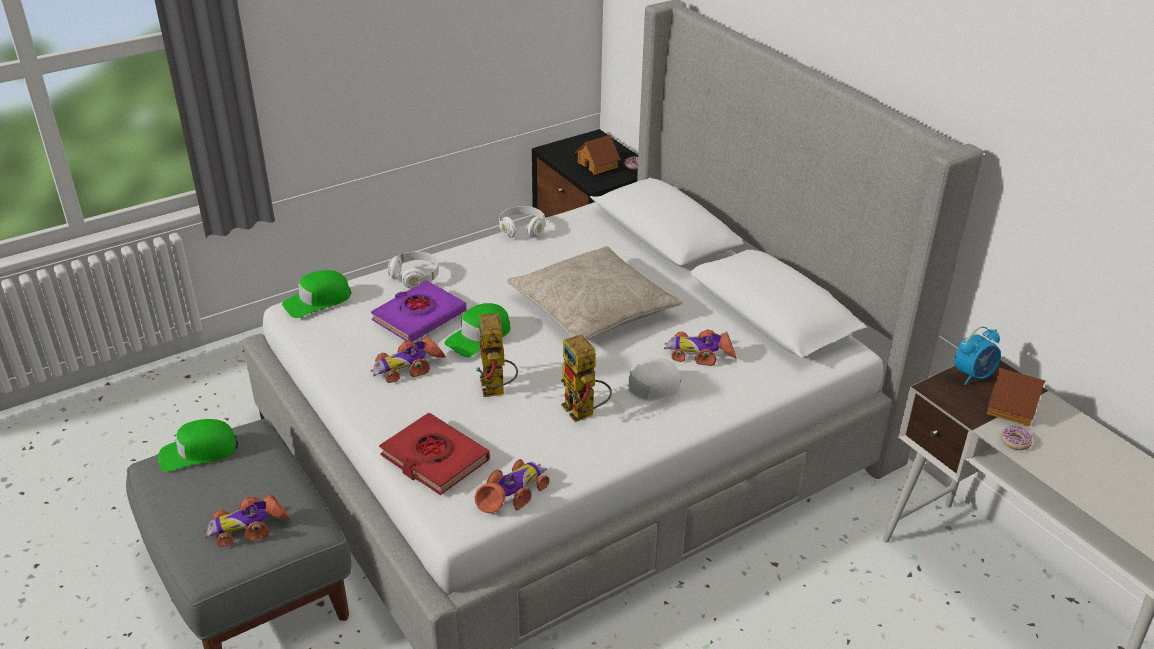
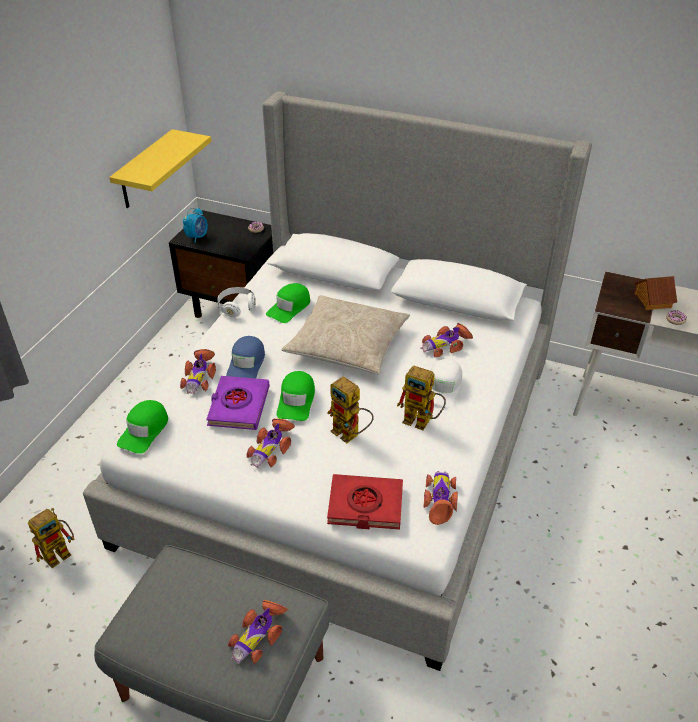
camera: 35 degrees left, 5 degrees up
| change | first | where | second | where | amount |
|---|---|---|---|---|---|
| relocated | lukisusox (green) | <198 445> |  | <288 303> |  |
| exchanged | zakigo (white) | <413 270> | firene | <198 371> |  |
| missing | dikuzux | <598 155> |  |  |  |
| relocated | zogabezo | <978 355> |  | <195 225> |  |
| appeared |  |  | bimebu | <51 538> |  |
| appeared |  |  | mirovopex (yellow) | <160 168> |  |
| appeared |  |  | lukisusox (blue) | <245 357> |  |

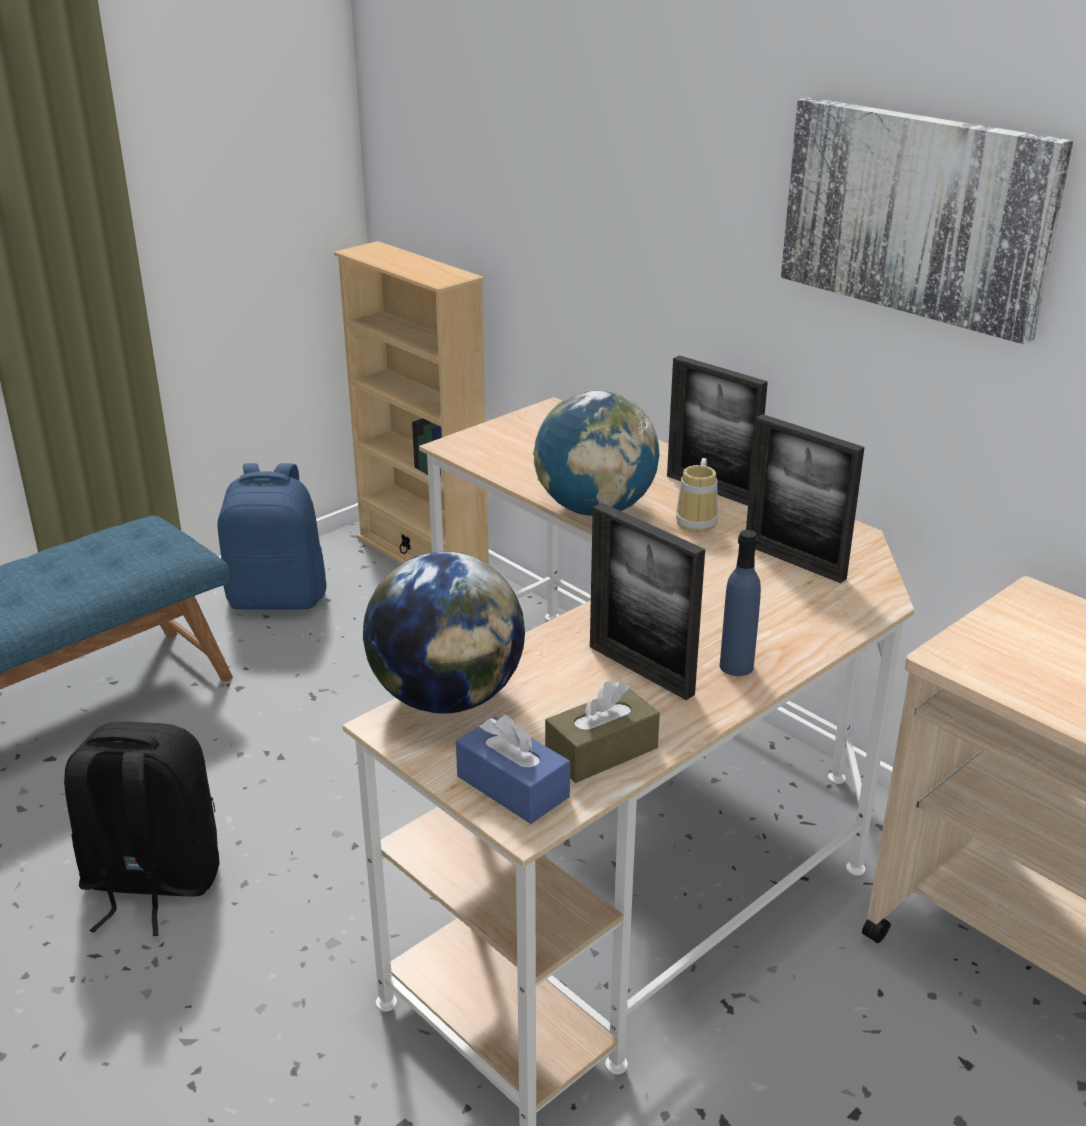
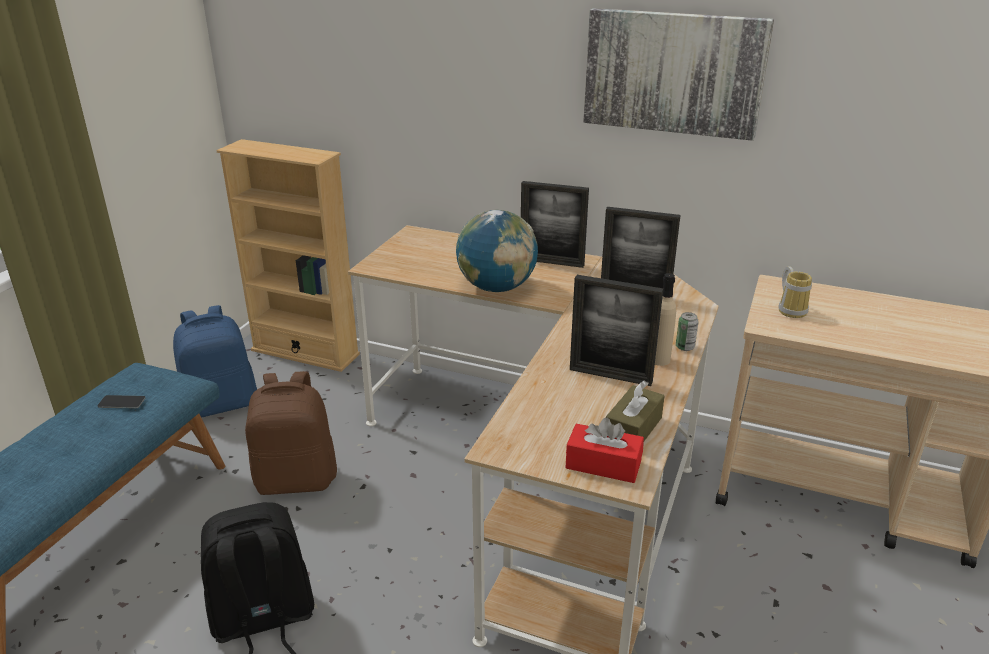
camera: 25 degrees left, 0 degrees up
| change | first | where | second | where | amount |
|---|---|---|---|---|---|
| missing | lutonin | <444 633> |  |  |  |
| colour | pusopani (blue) | <513 769> | pusopani (red) | <604 450> |  |
| relocated | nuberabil | <697 495> |  | <795 292> |  |
| colour | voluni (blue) | <740 603> | voluni (beige) | <665 319> |  |
| appeared |  |  | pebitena | <121 401> |  |
| appeared |  |  | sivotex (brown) | <291 433> |  |
| appeared |  |  | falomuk | <687 331> |  |

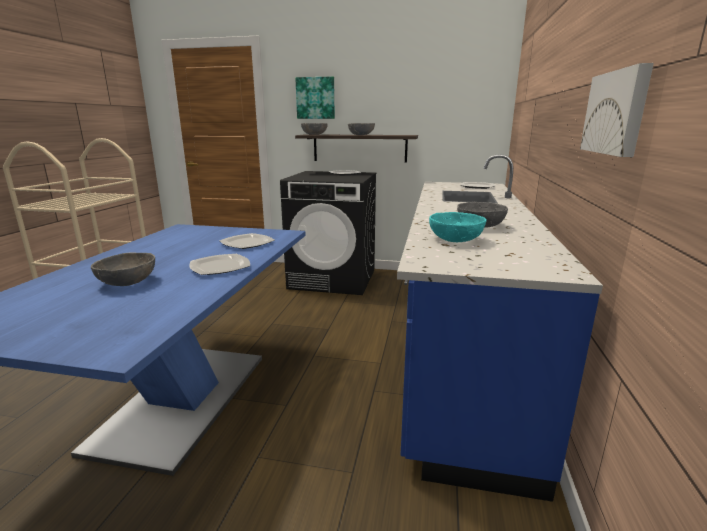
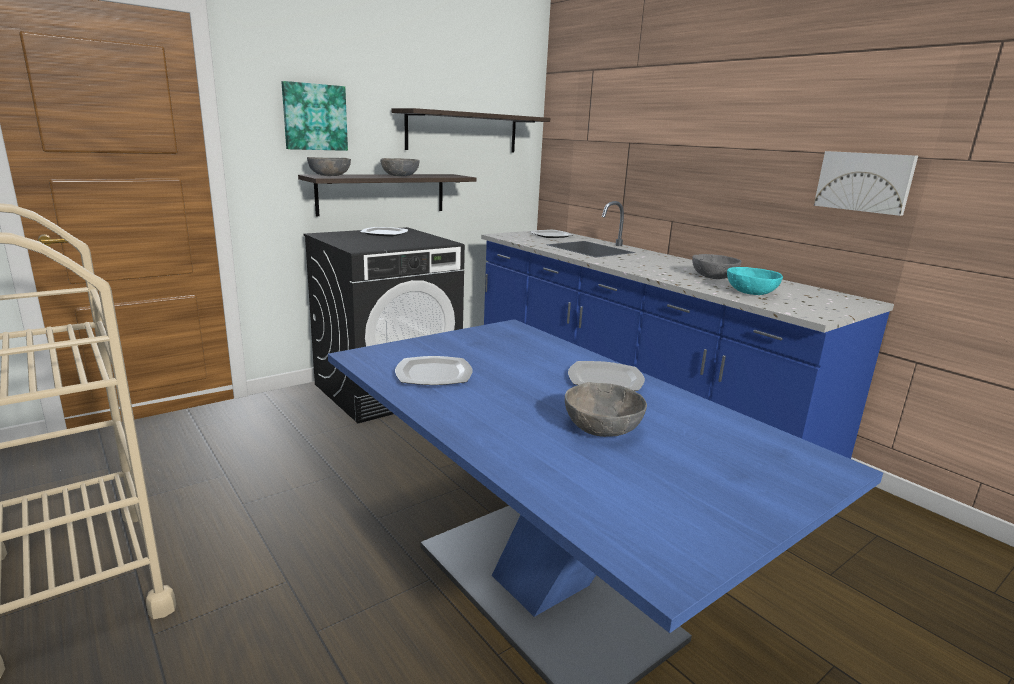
camera: 50 degrees left, 0 degrees up
| change | first | where | second | where | amount |
|---|---|---|---|---|---|
| relocated | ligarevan | <247 241> |  | <434 370> |  |
| appeared |  |  | mirovopex | <470 130> |  |

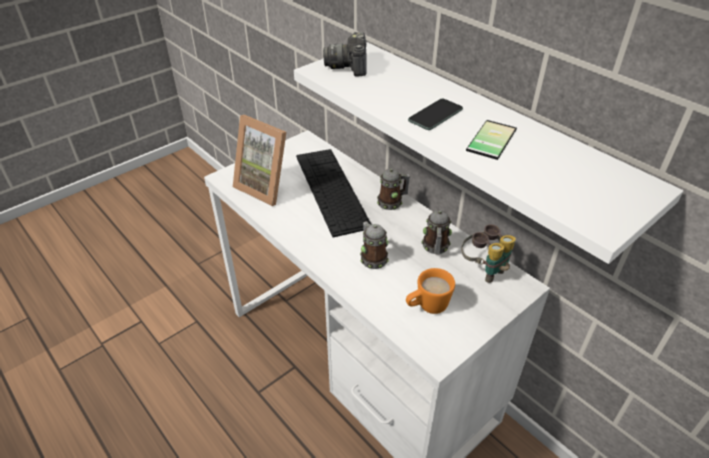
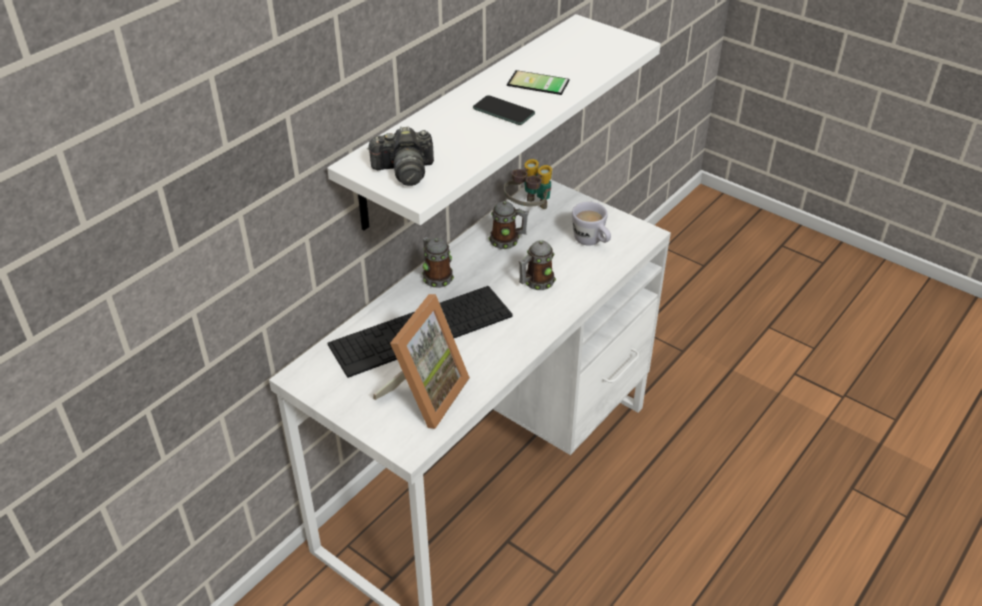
camera: 100 degrees left, 0 degrees up
| change | first | where | second | where | amount |
|---|---|---|---|---|---|
| colour | nuberabil (orange) | <430 291> | nuberabil (white) | <591 224> |  |

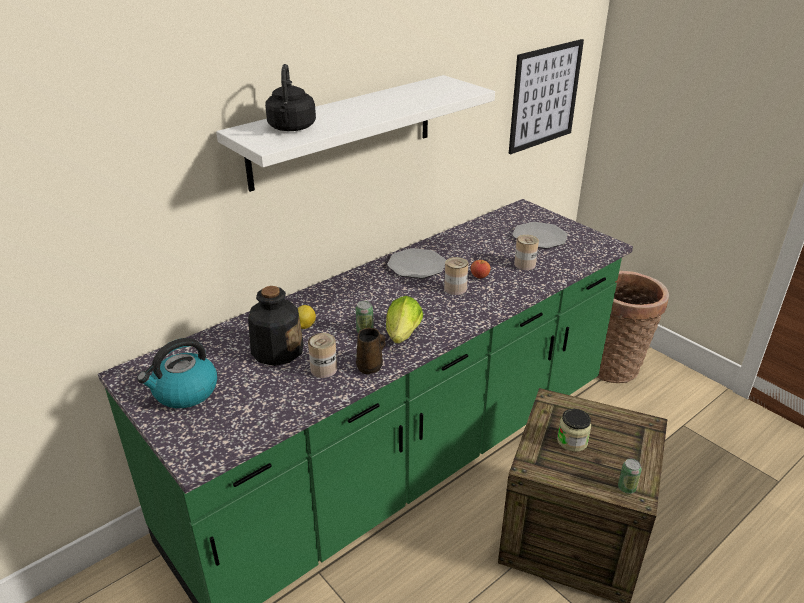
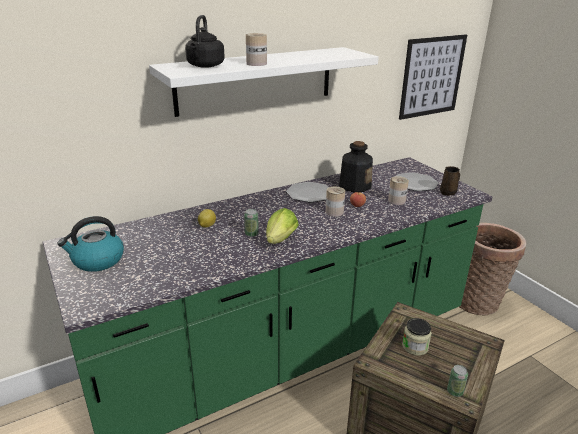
camera: 10 degrees right, 5 degrees down
| change | first | where | second | where | amount |
|---|---|---|---|---|---|
| relocated | voluni | <276 326> |  | <356 167> |  |
| relocated | falomuk | <322 355> |  | <256 49> |  |
| relocated | nuberabil (brown) | <371 351> |  | <450 181> |  |

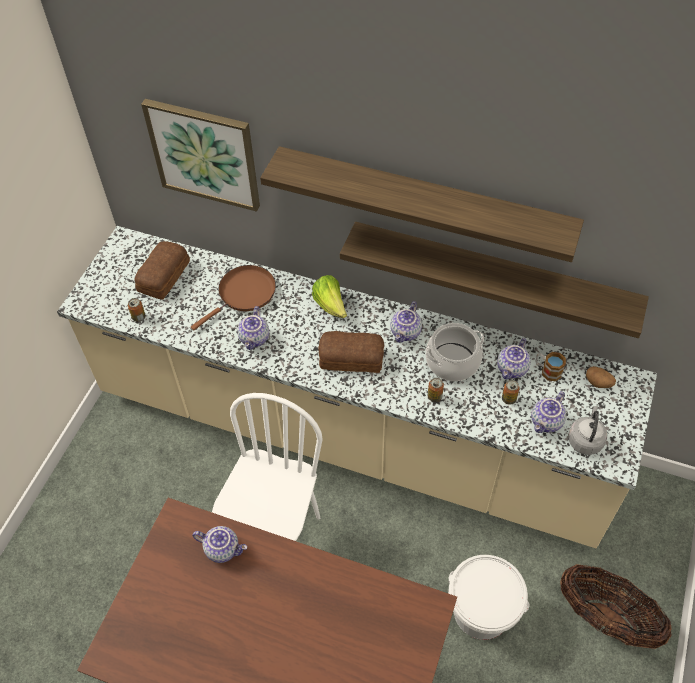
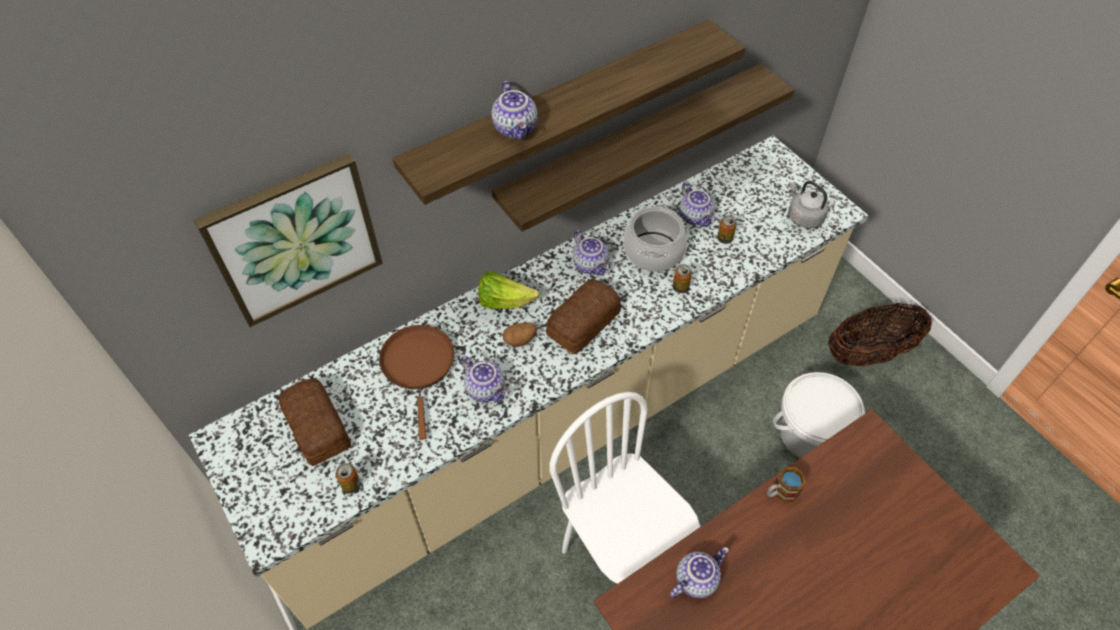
camera: 55 degrees left, 0 degrees up
| change | first | where | second | where | amount |
|---|---|---|---|---|---|
| relocated | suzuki | <548 412> |  | <514 110> |  |
| relocated | nuberabil | <550 366> |  | <786 484> |  |
| relocated | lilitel | <601 377> |  | <520 335> |  |

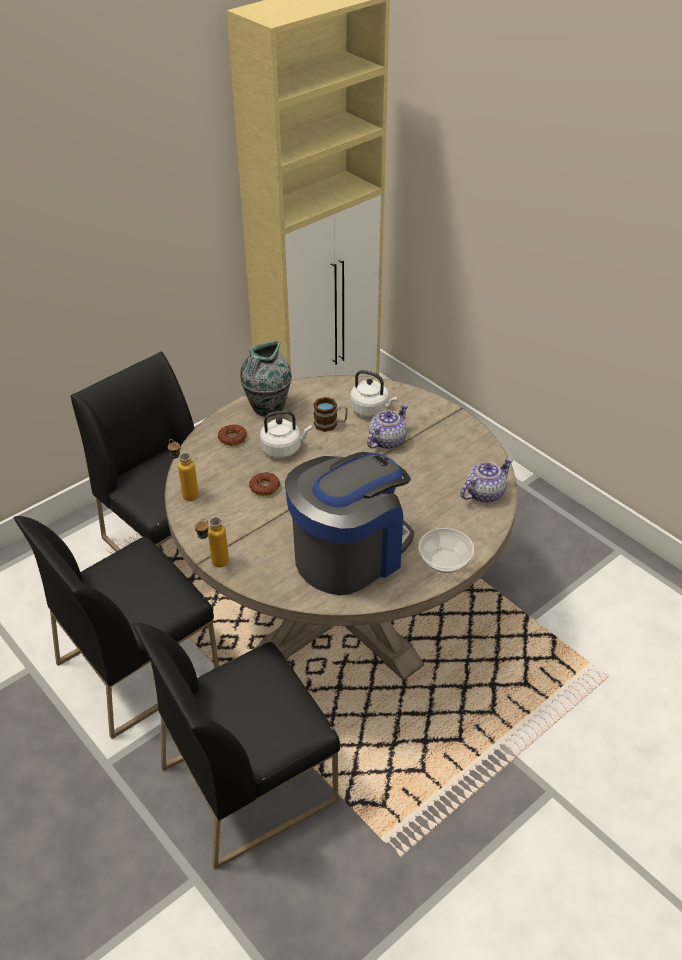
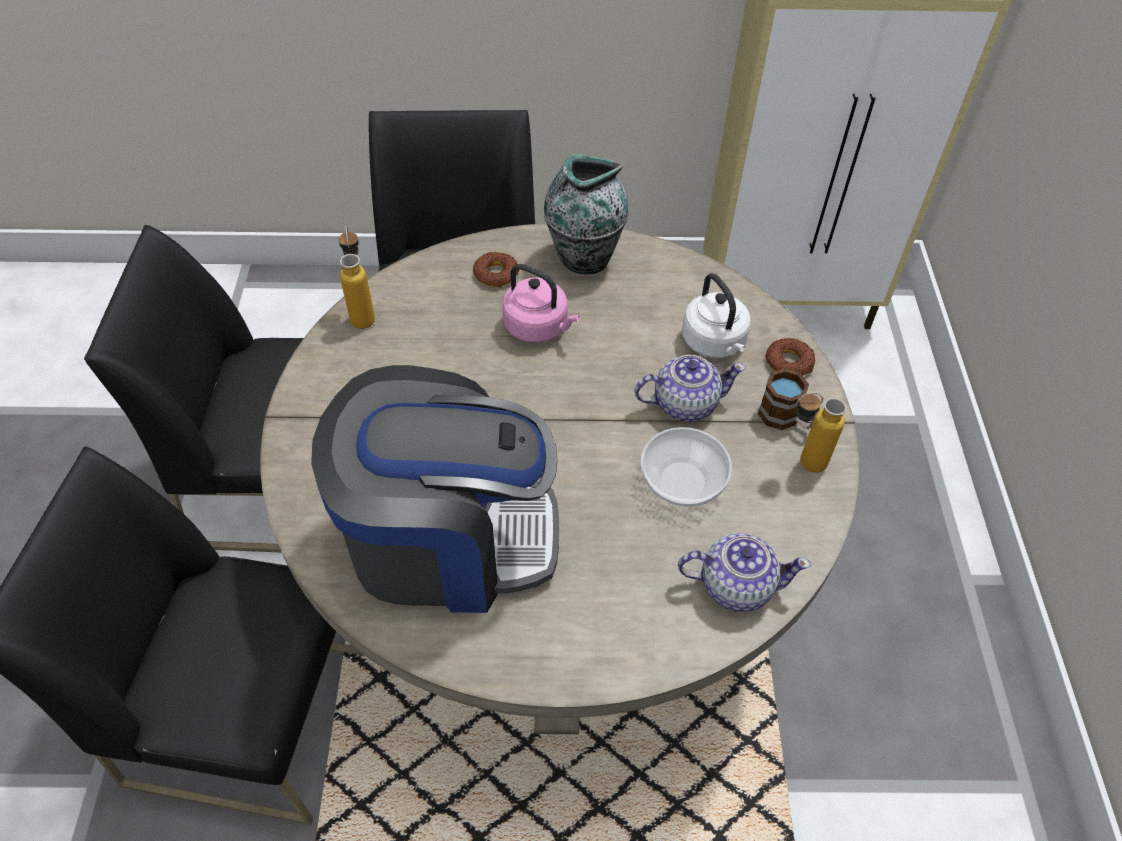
camera: 40 degrees right, 10 degrees up
| change | first | where | second | where | amount |
|---|---|---|---|---|---|
| relocated | voluni | <212 542> |  | <822 432> |  |
| relocated | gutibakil | <265 484> |  | <790 357> |  |
| colour | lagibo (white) | <286 434> | lagibo (pink) | <540 303> |  |
| relocated | nuberabil | <330 414> |  | <789 399> |  |
| relocated | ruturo | <446 550> |  | <686 467> |  |

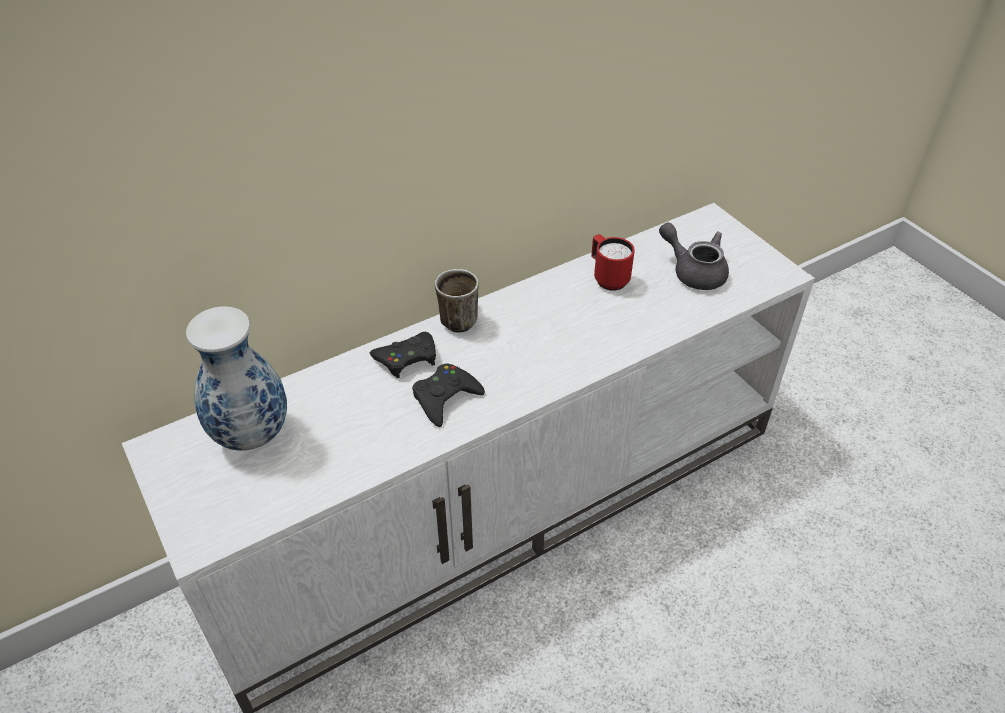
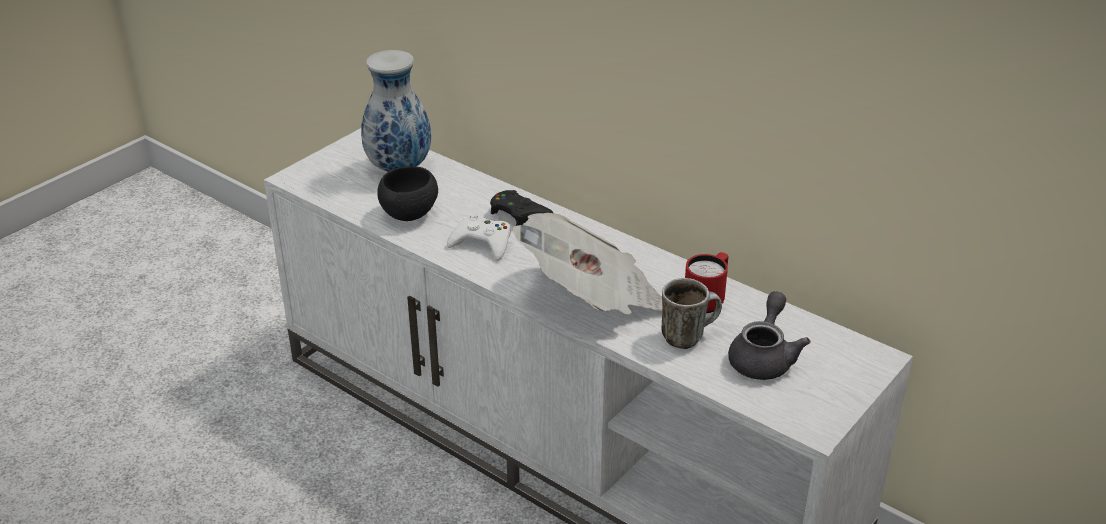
camera: 70 degrees right, 10 degrees down
| change | first | where | second | where | amount |
|---|---|---|---|---|---|
| colour | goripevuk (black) | <448 395> | goripevuk (white) | <479 237> |  |
| relocated | nuberabil | <457 301> |  | <692 313> |  |
| appeared |  |  | ruturo (black) | <407 193> |  |
| appeared |  |  | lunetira | <587 264> |  |

